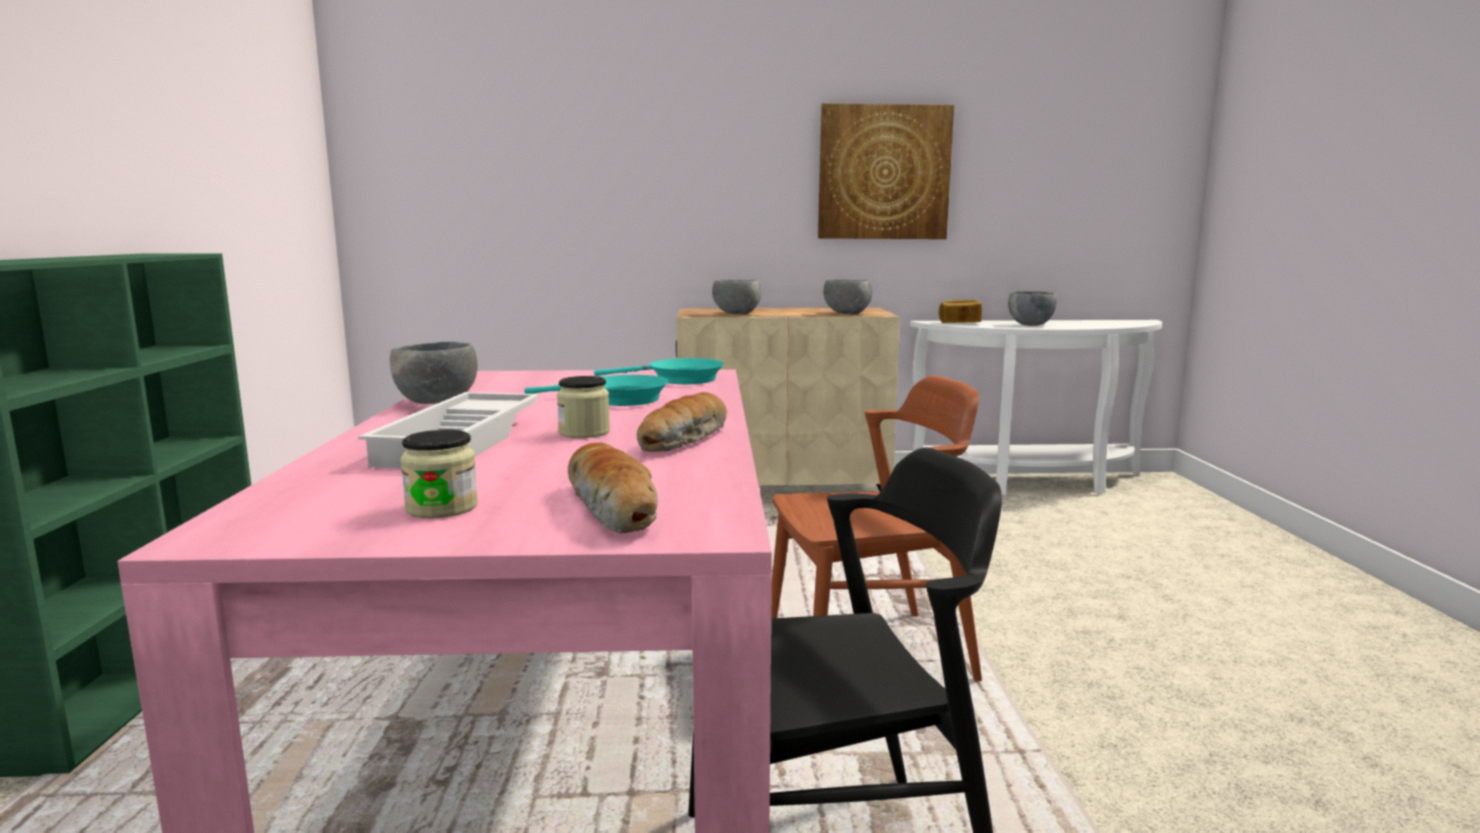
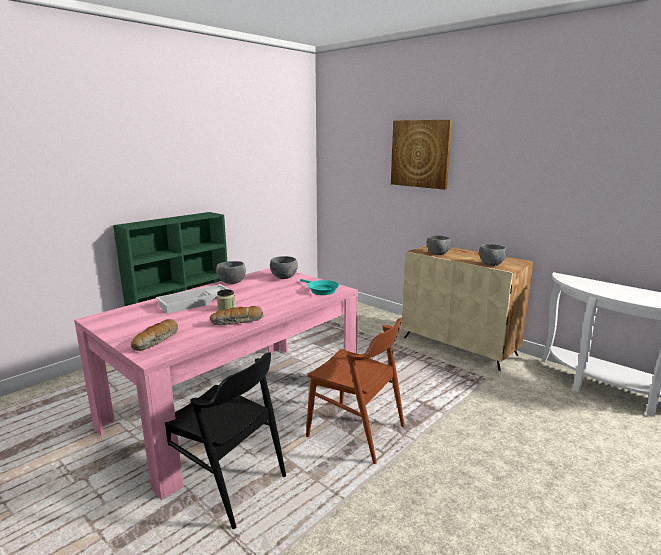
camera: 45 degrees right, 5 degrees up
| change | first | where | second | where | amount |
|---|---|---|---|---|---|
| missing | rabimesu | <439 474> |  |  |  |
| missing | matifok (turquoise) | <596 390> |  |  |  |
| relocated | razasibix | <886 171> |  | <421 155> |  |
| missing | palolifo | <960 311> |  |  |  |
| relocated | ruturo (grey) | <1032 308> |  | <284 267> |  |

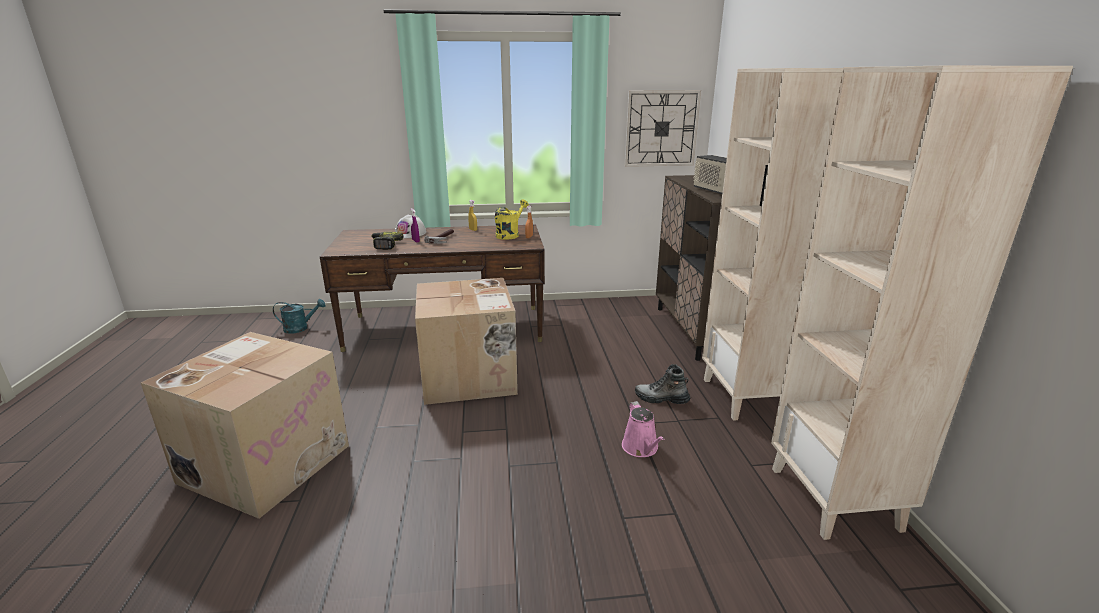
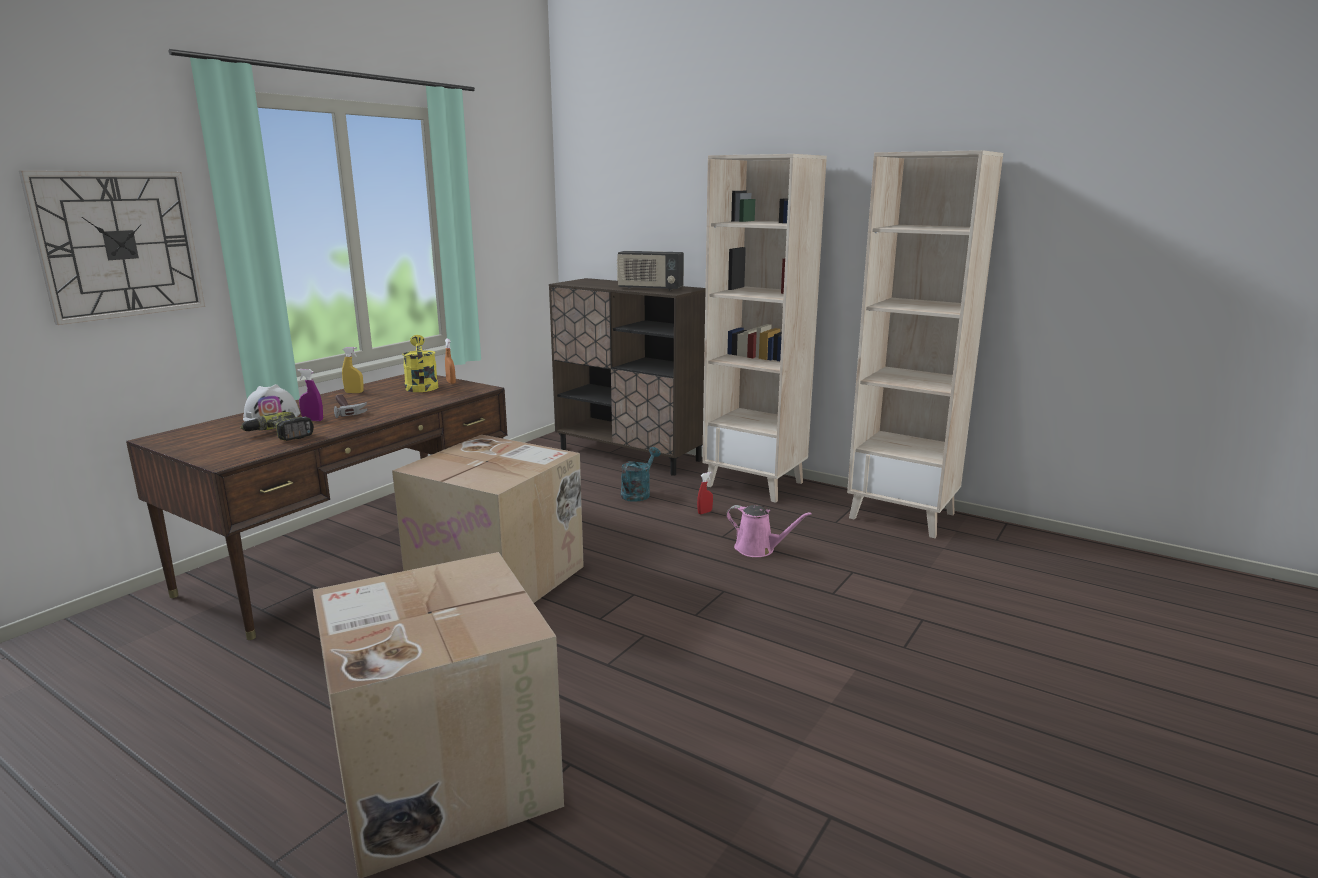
camera: 50 degrees left, 5 degrees down
| change | first | where | second | where | amount |
|---|---|---|---|---|---|
| relocated | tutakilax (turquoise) | <299 316> |  | <641 474> |  |
| relocated | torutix | <663 128> |  | <112 248> |  |
| exchanged | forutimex | <662 384> | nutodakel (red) | <705 493> |  |

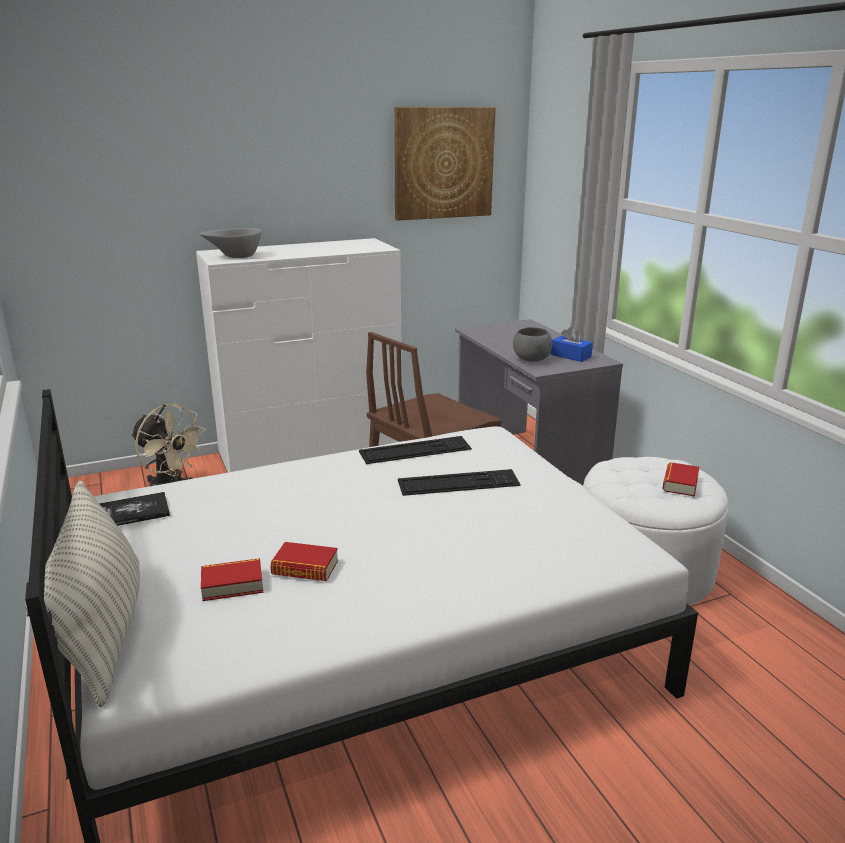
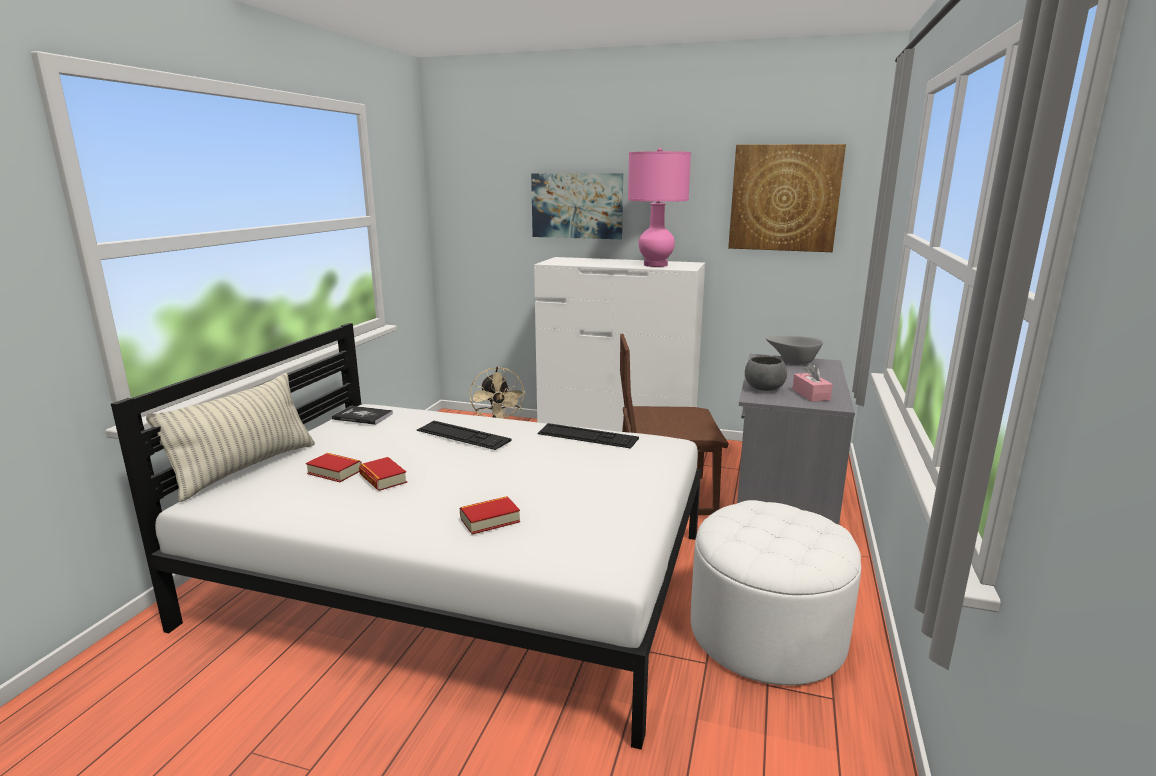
camera: 40 degrees right, 5 degrees down
| change | first | where | second | where | amount |
|---|---|---|---|---|---|
| relocated | ruturo (grey) | <230 243> |  | <794 350> |  |
| relocated | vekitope | <459 482> |  | <464 435> |  |
| colour | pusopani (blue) | <571 344> | pusopani (pink) | <813 382> |  |
| relocated | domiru | <680 479> |  | <490 515> |  |
| appeared |  |  | razasibix | <577 206> |  |
| appeared |  |  | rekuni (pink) | <659 207> |  |

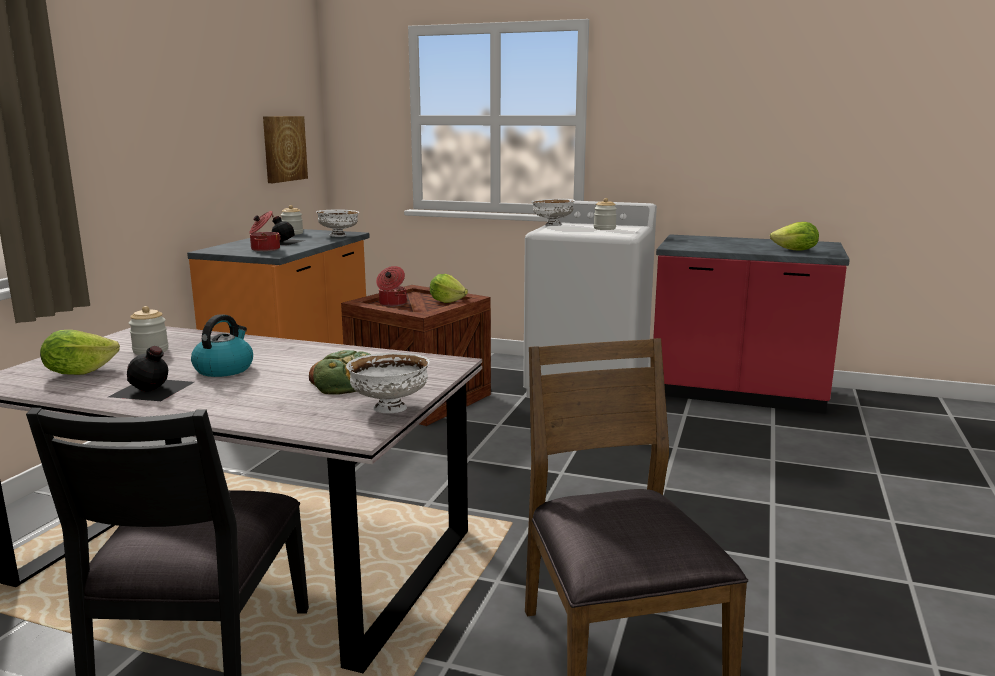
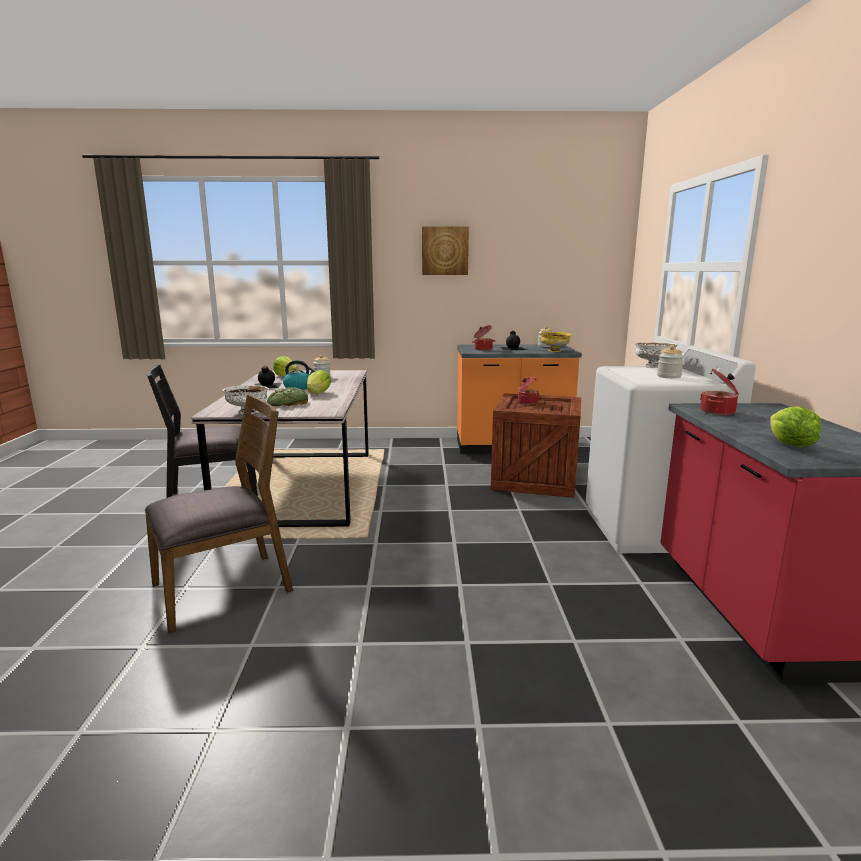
camera: 70 degrees right, 0 degrees up
| change | first | where | second | where | amount |
|---|---|---|---|---|---|
| relocated | razasibix | <285 149> |  | <445 251> |  |
| colour | ruturo (white) | <337 223> | ruturo (yellow) | <556 342> |  |
| relocated | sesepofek | <449 288> |  | <319 382> |  |
| appeared |  |  | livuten | <719 392> |  |

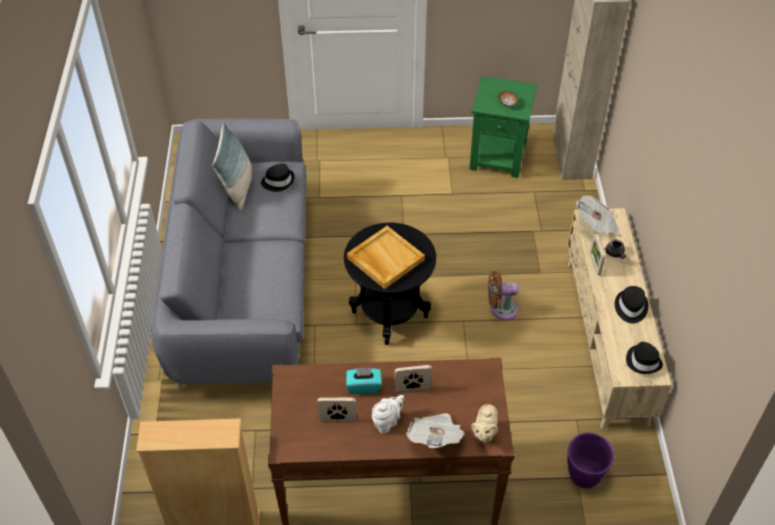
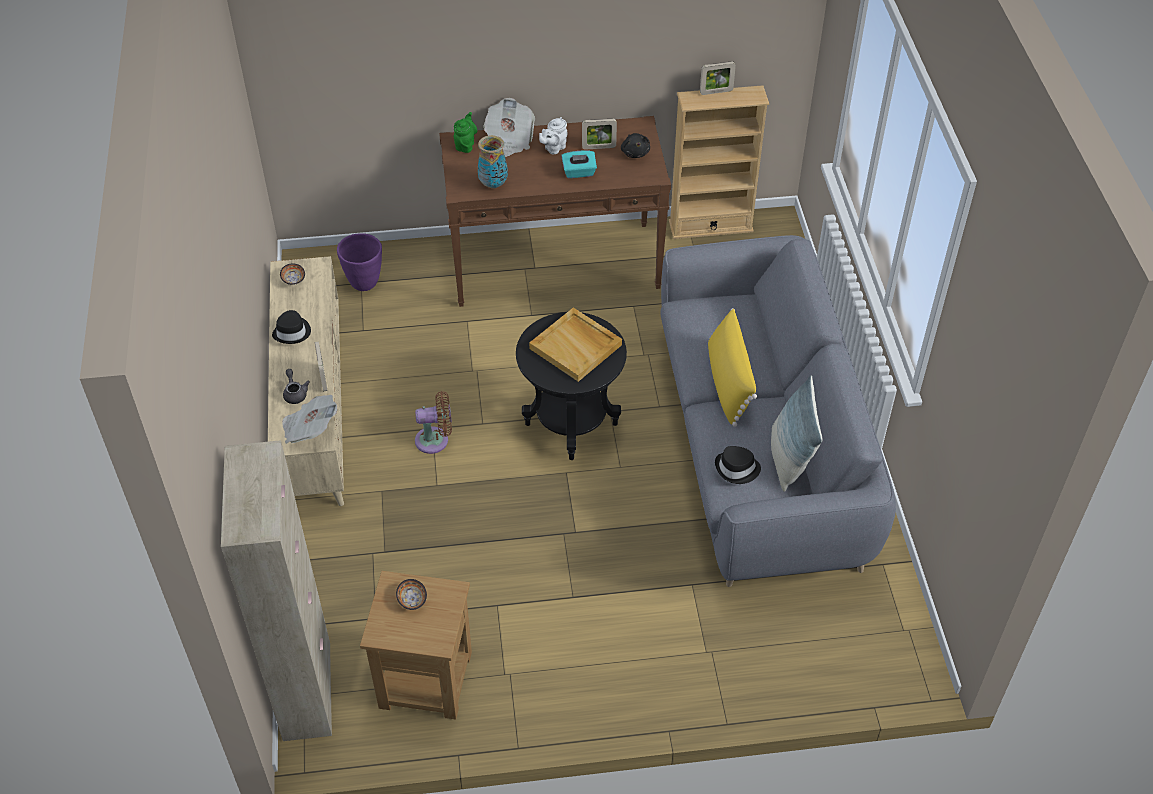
camera: 175 degrees right, 0 degrees up
| change | first | where | second | where | amount |
|---|---|---|---|---|---|
| relocated | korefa | <413 378> |  | <718 78> |  |
| colour | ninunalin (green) | <503 127> | ninunalin (brown) | <416 645> |  |
| colour | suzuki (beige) | <484 423> | suzuki (green) | <465 132> |  |
| exchanged | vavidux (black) | <644 358> | ruturo | <292 274> |  |
| appeared |  |  | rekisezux | <493 162> |  |
| appeared |  |  | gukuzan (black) | <635 145> |  |
| appeared |  |  | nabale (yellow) | <732 367> |  |

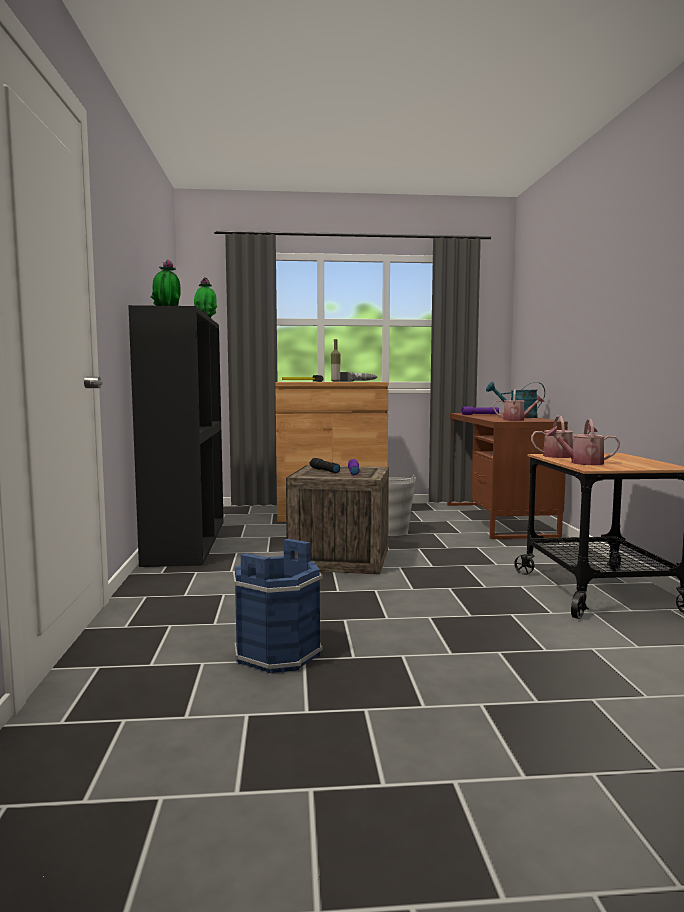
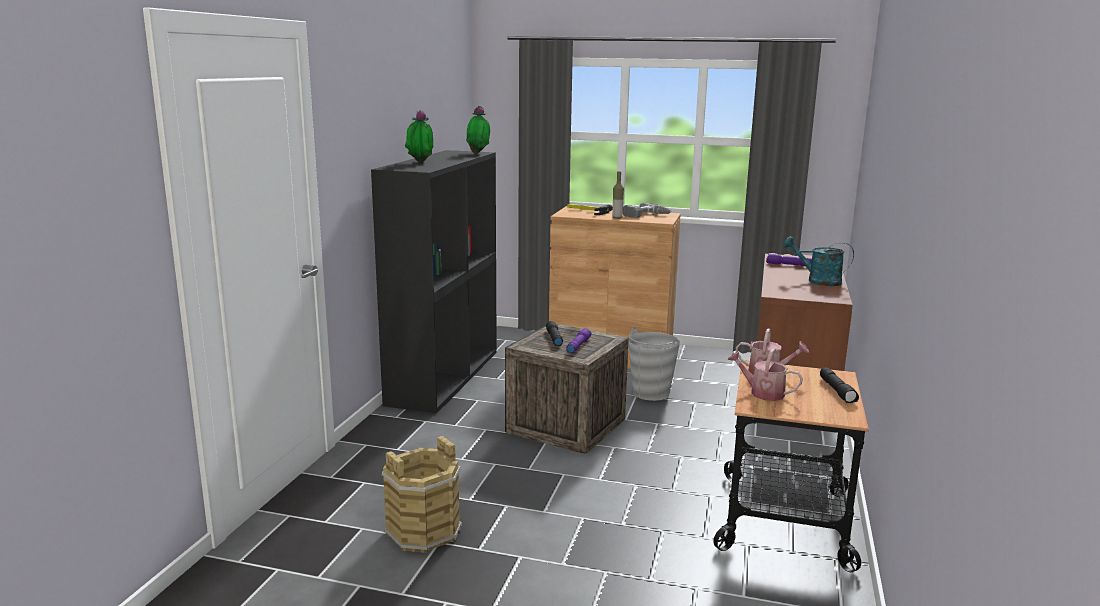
camera: 20 degrees right, 10 degrees up
| change | first | where | second | where | amount |
|---|---|---|---|---|---|
| colour | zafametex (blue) | <278 606> | zafametex (brown) | <422 494> |  |
| missing | tutakilax | <519 405> |  |  |  |
| appeared |  |  | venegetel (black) | <839 385> |  |

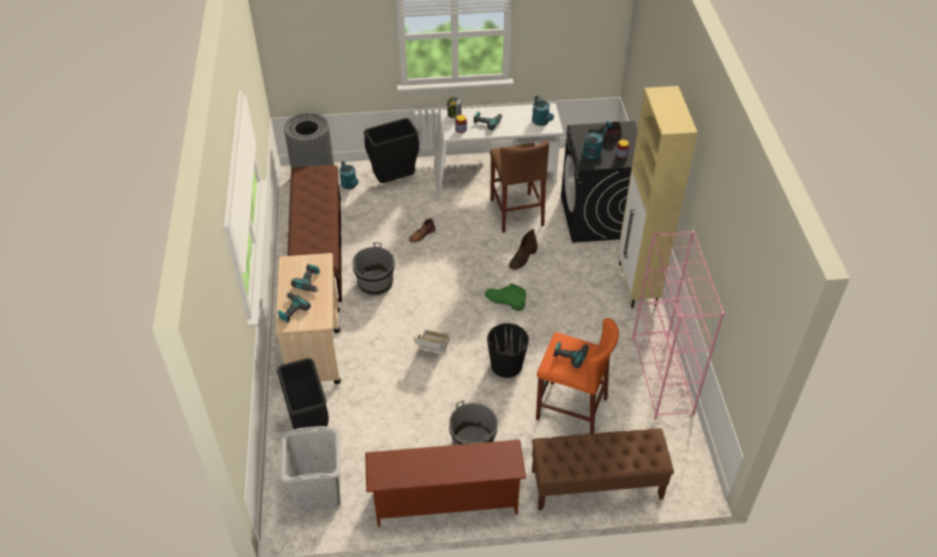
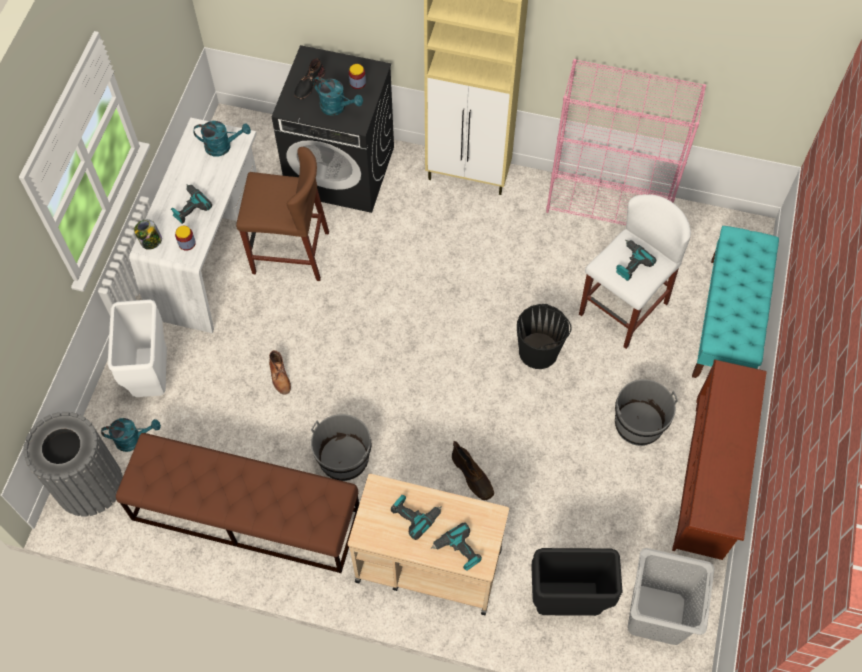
camera: 70 degrees left, 15 degrees up
| change | first | where | second | where | amount |
|---|---|---|---|---|---|
| colour | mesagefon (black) | <391 150> | mesagefon (white) | <137 348> |  |
| missing | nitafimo | <431 341> |  |  |  |
| missing | forutimex (green) | <505 297> |  |  |  |
| relocated | forutimex (brown) | <523 249> |  | <473 470> |  |
| colour | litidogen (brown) | <603 469> | litidogen (turquoise) | <735 302> |  |
| colour | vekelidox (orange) | <577 376> | vekelidox (white) | <635 271> |  |
| spun | tutakilax (turquoise) | <598 140> |  | <338 96> | 150 degrees clockwise |

